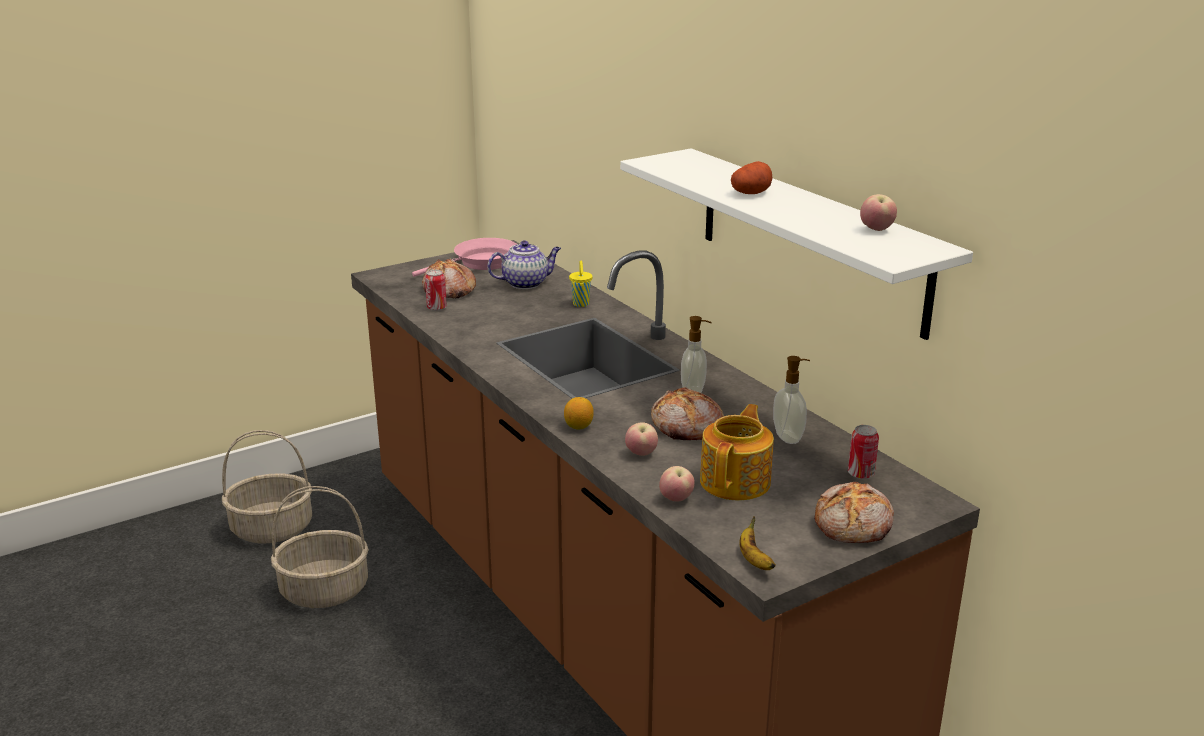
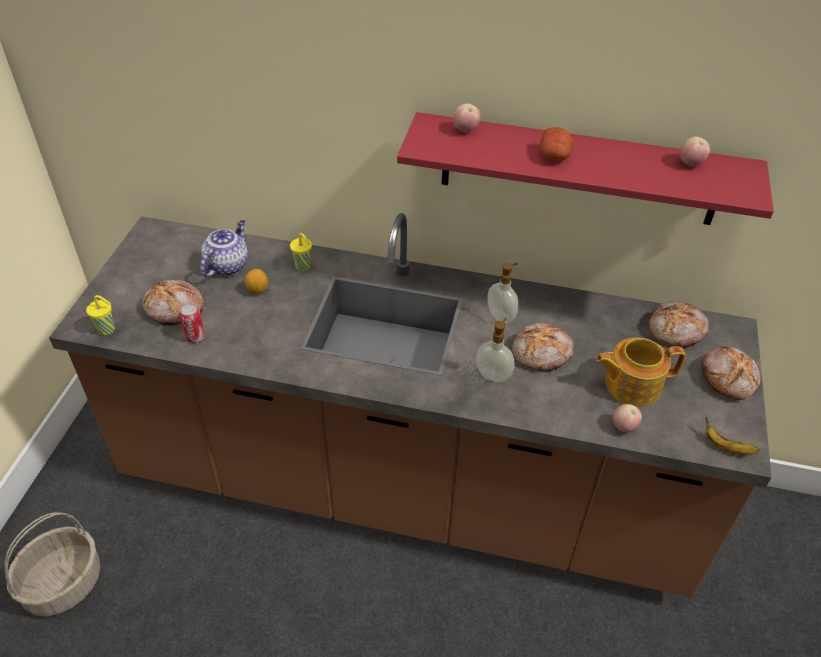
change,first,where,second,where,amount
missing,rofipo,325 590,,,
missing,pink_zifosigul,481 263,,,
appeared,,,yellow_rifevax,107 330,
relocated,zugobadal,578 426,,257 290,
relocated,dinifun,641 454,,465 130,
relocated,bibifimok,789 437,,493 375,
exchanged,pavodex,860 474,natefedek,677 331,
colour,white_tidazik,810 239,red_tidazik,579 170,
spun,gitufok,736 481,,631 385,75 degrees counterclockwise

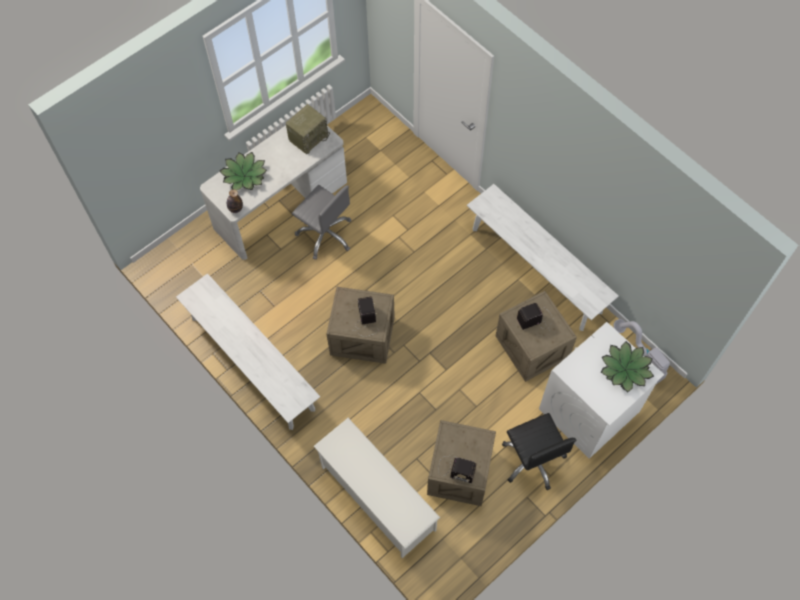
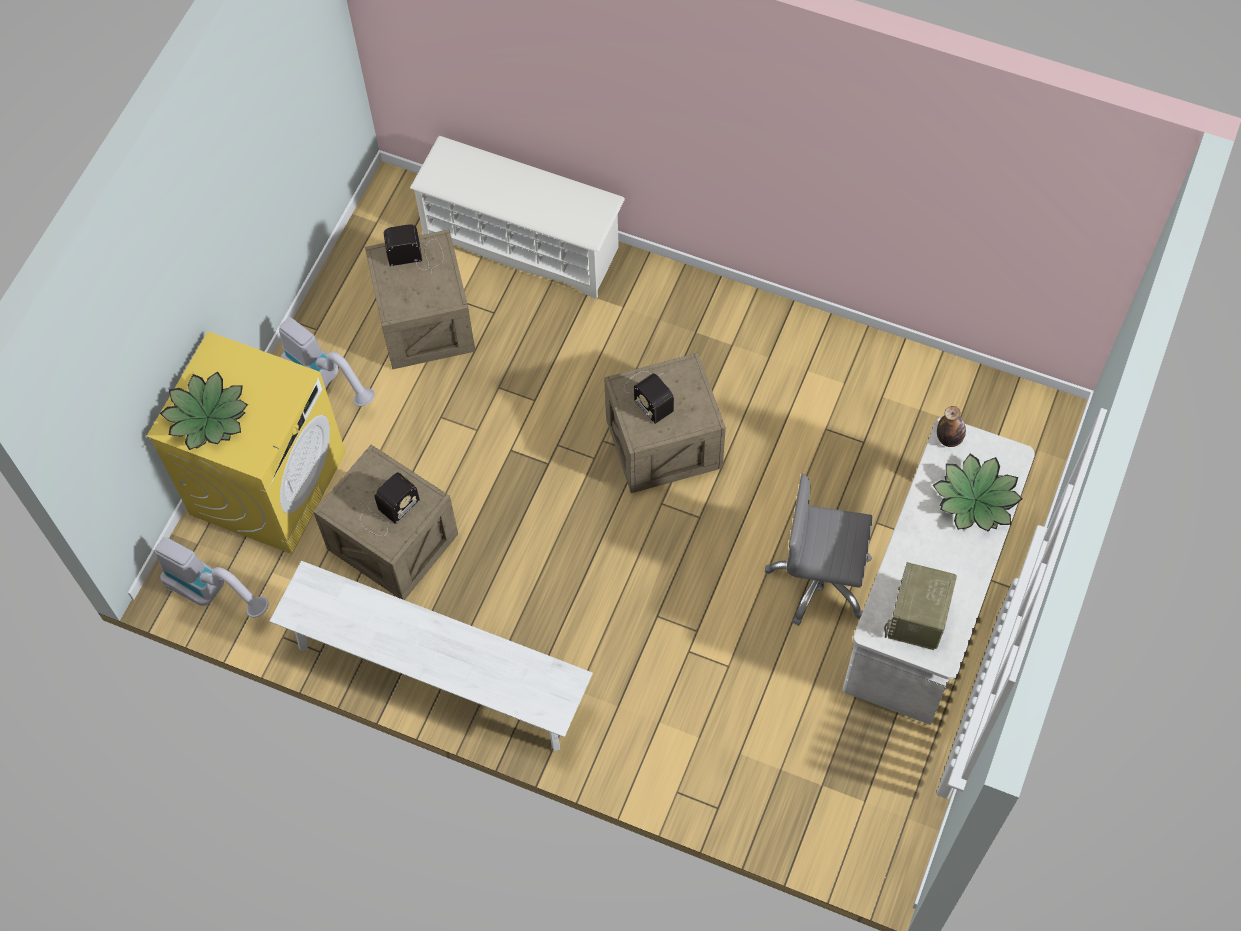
change,first,where,second,where,amount
missing,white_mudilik,252 363,,,
exchanged,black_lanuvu,533 459,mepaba,326 380,
colour,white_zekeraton,588 411,yellow_zekeraton,268 482,

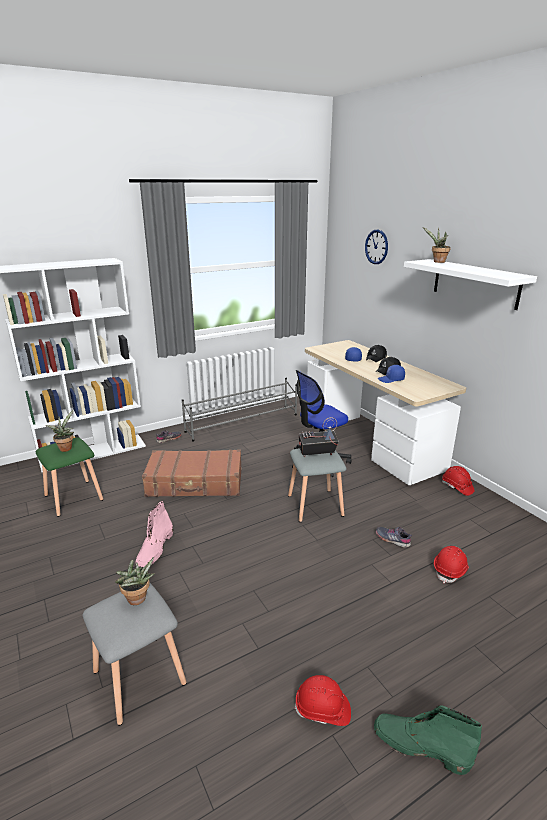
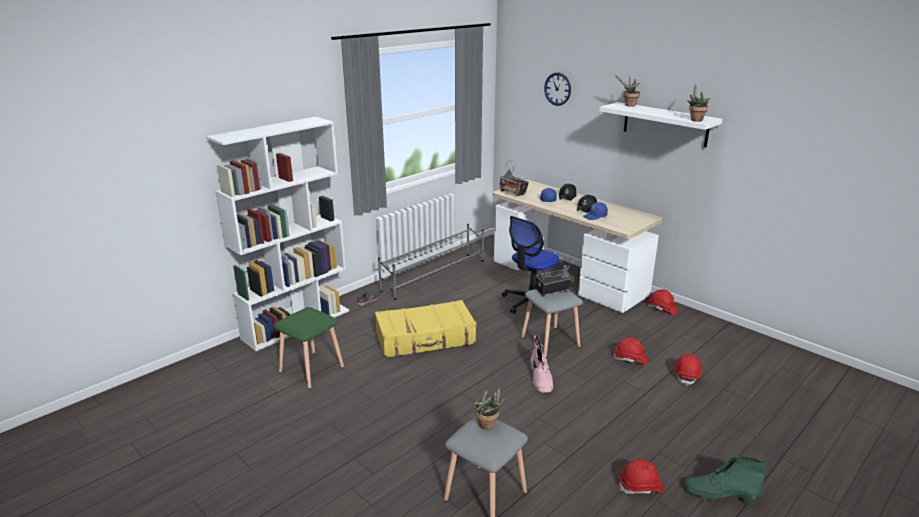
change,first,where,second,where,amount
appeared,,,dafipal,513 193,
relocated,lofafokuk,66 448,,695 120,
relocated,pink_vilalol,155 549,,541 378,
exchanged,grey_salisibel,392 539,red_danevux,630 359,
colour,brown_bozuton,195 483,yellow_bozuton,425 338,

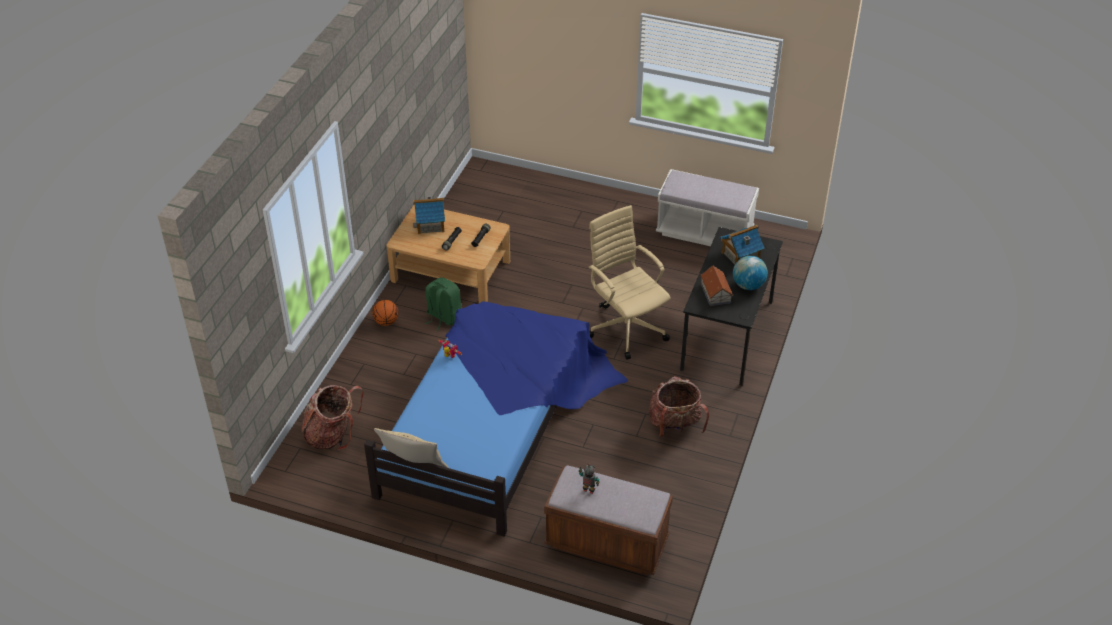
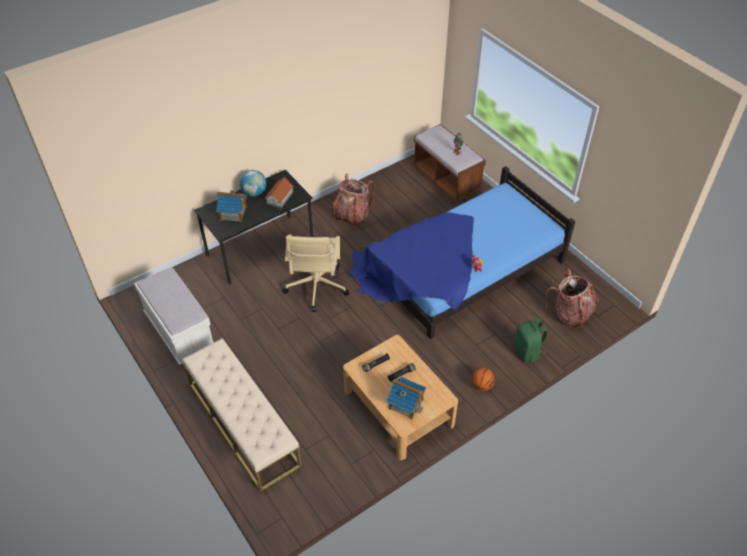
change,first,where,second,where,amount
missing,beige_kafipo,414 468,,,
appeared,,,beige_mudilik,243 424,
relocated,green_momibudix,443 317,,527 352,

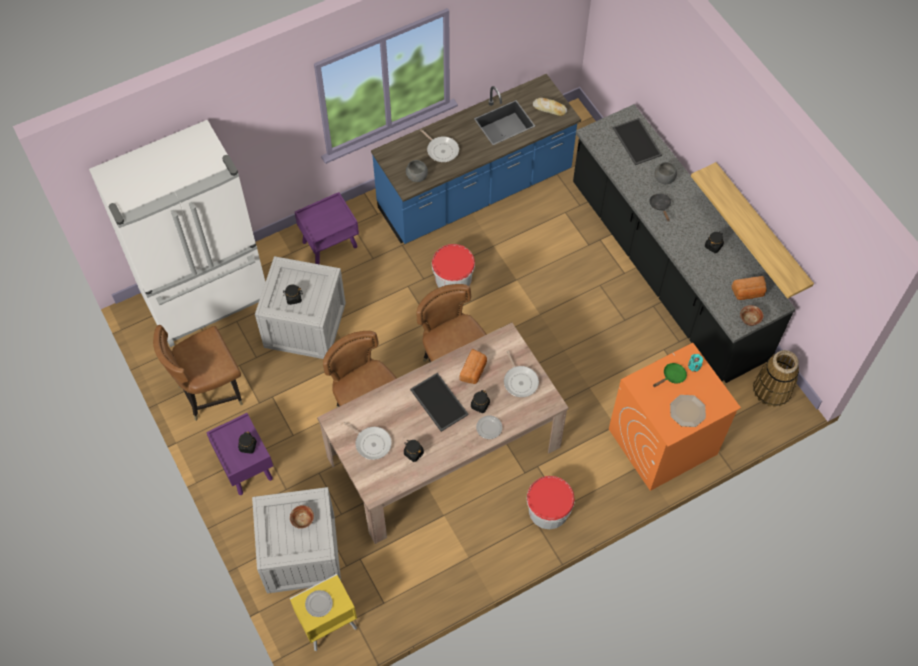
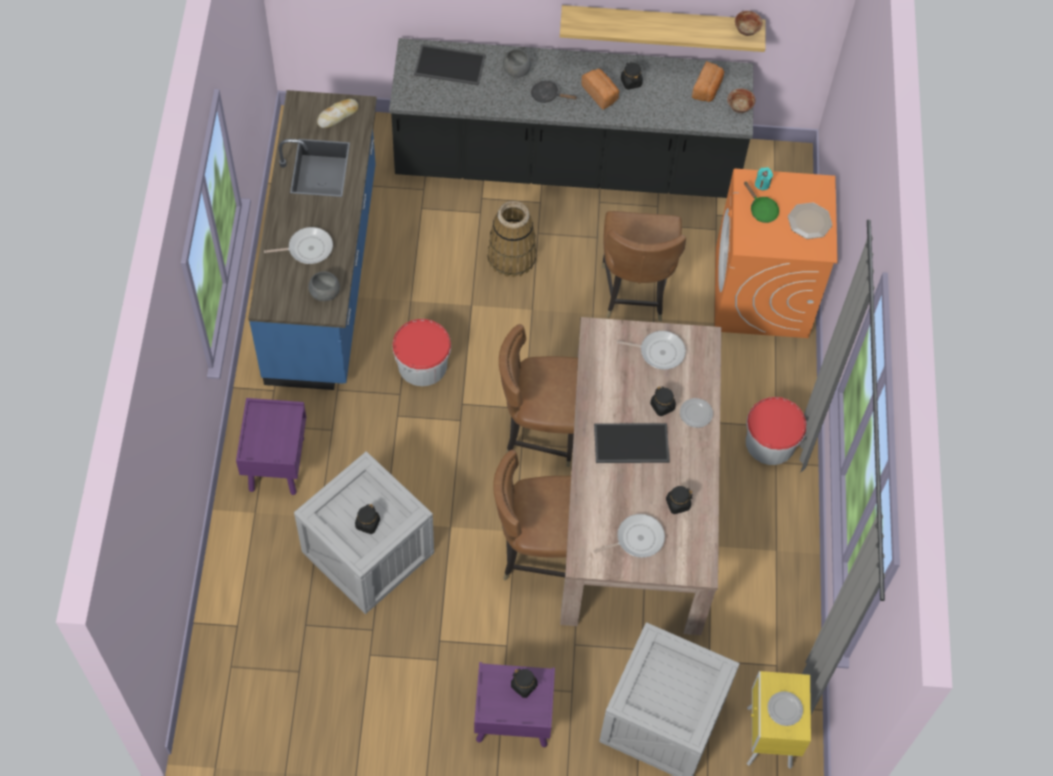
change,first,where,second,where,amount
missing,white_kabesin,207 299,,,
relocated,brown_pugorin,210 392,,634 292,
relocated,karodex,303 521,,746 31,
relocated,natefedek,474 371,,600 94,
relocated,rofipo,772 389,,512 257,
spun,green_zifosigul,672 377,,761 210,150 degrees clockwise

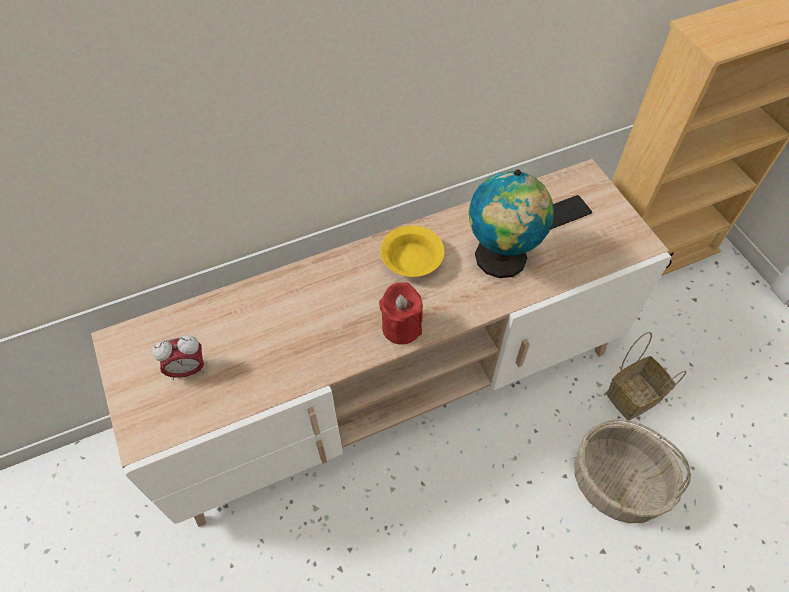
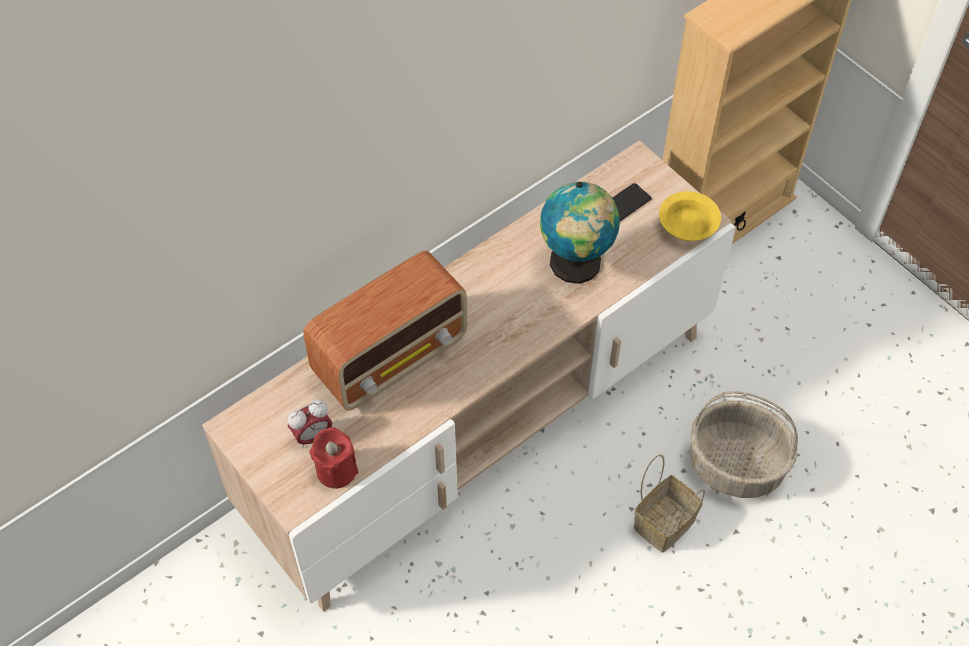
change,first,where,second,where,amount
appeared,,,dafipal,392 357,
relocated,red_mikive,401 327,,336 470,
relocated,yellow_karodex,412 262,,688 227,
relocated,rofipo,634 395,,664 521,

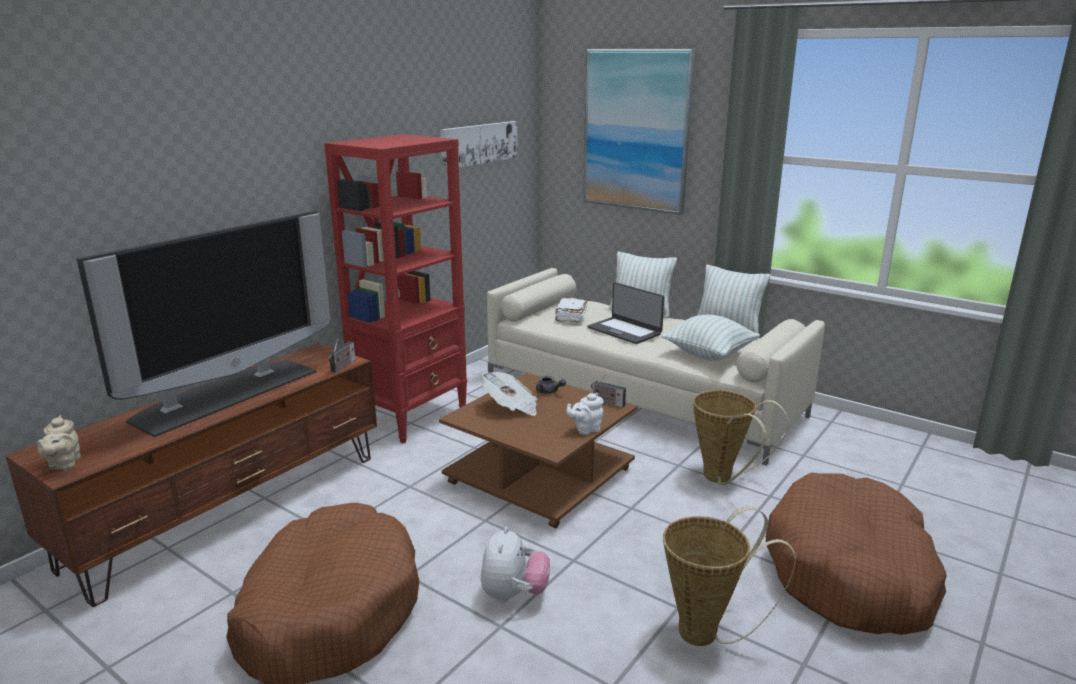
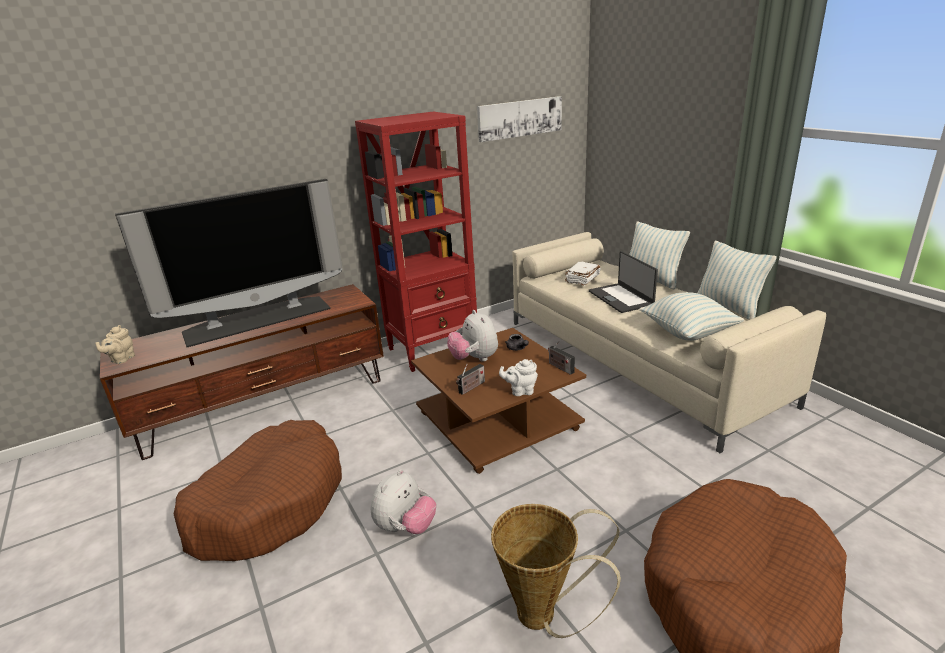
change,first,where,second,where,amount
missing,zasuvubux,636 130,,,
missing,rofipo,723 479,,,
relocated,dafipal,342 366,,471 388,
exchanged,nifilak,511 407,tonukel,474 359,

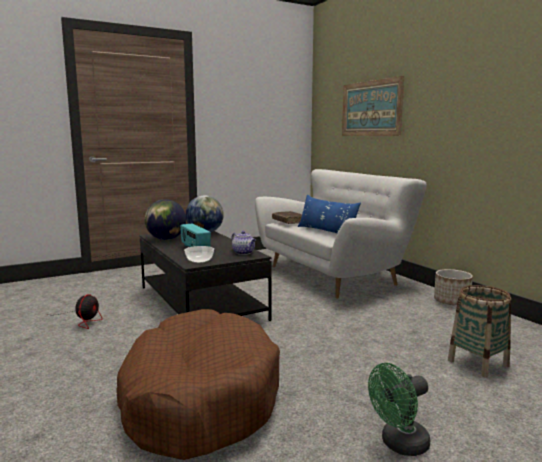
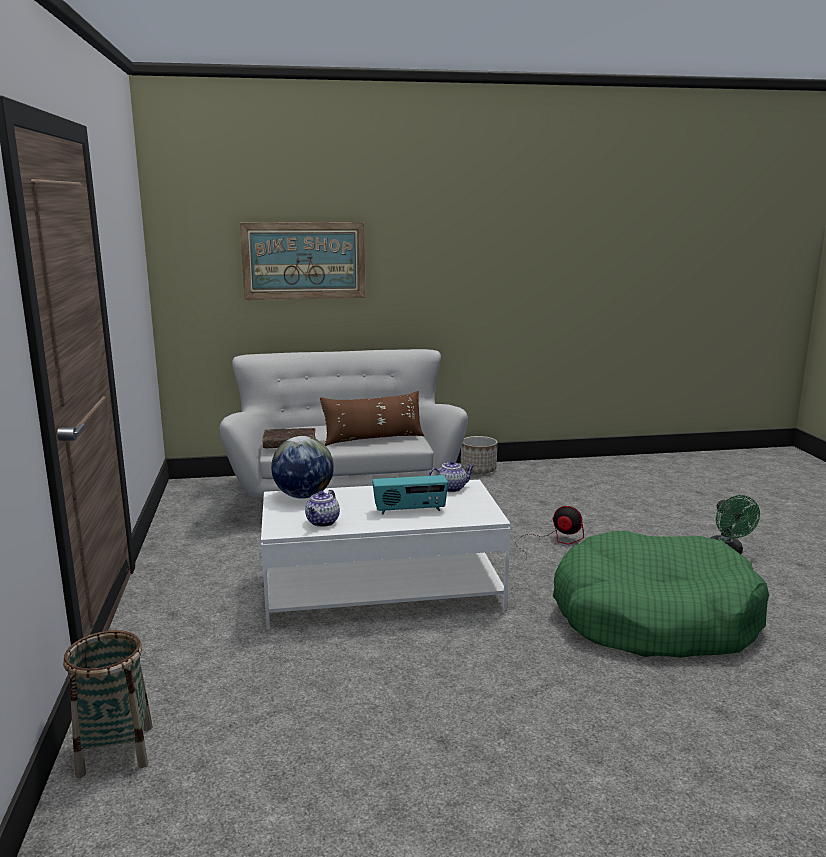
change,first,where,second,where,amount
missing,karodex,199 260,,,
relocated,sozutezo,85 320,,552 541,
relocated,rofipo,478 363,,116 750,
exchanged,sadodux,166 239,gitufok,322 522,
colour,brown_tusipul,199 398,green_tusipul,653 617,
colour,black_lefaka,201 303,white_lefaka,382 589,
colour,blue_kafipo,326 231,brown_kafipo,373 439,

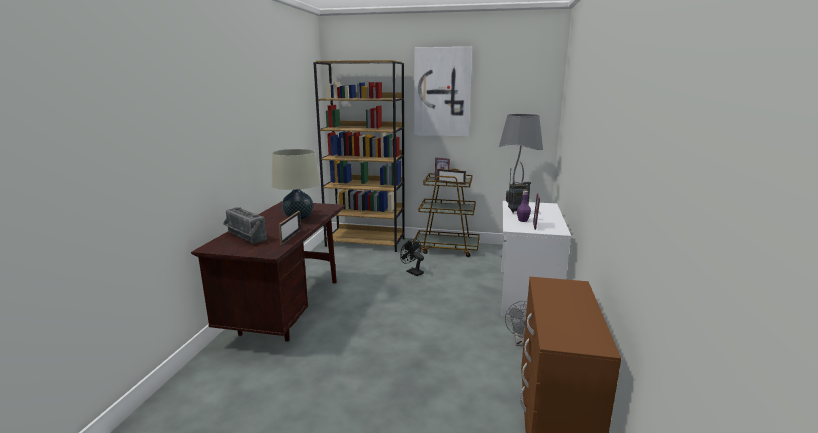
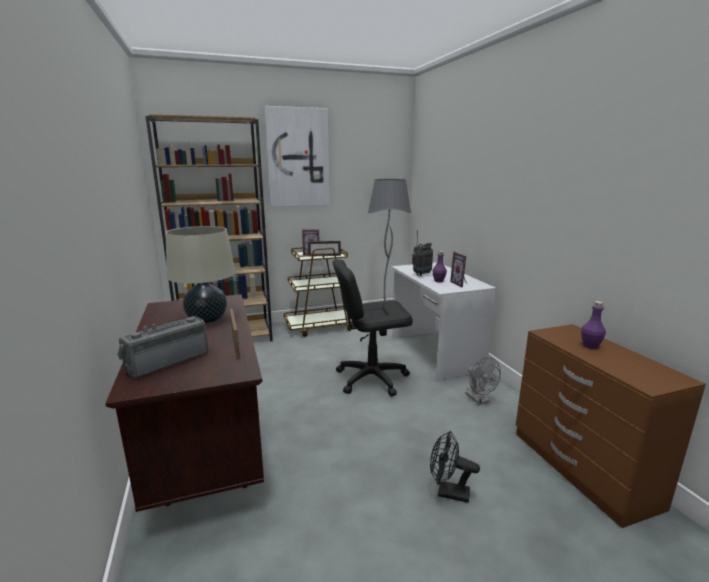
change,first,where,second,where,amount
appeared,,,black_lanuvu,371 378,
appeared,,,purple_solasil,590 346,
relocated,black_sozutezo,412 272,,448 492,
spun,dafipal,244 237,,167 361,120 degrees clockwise

